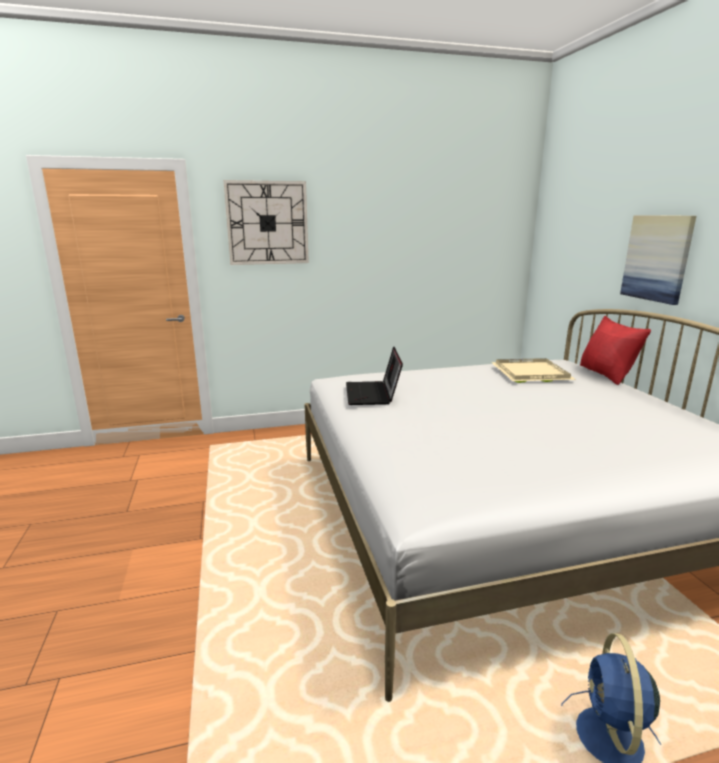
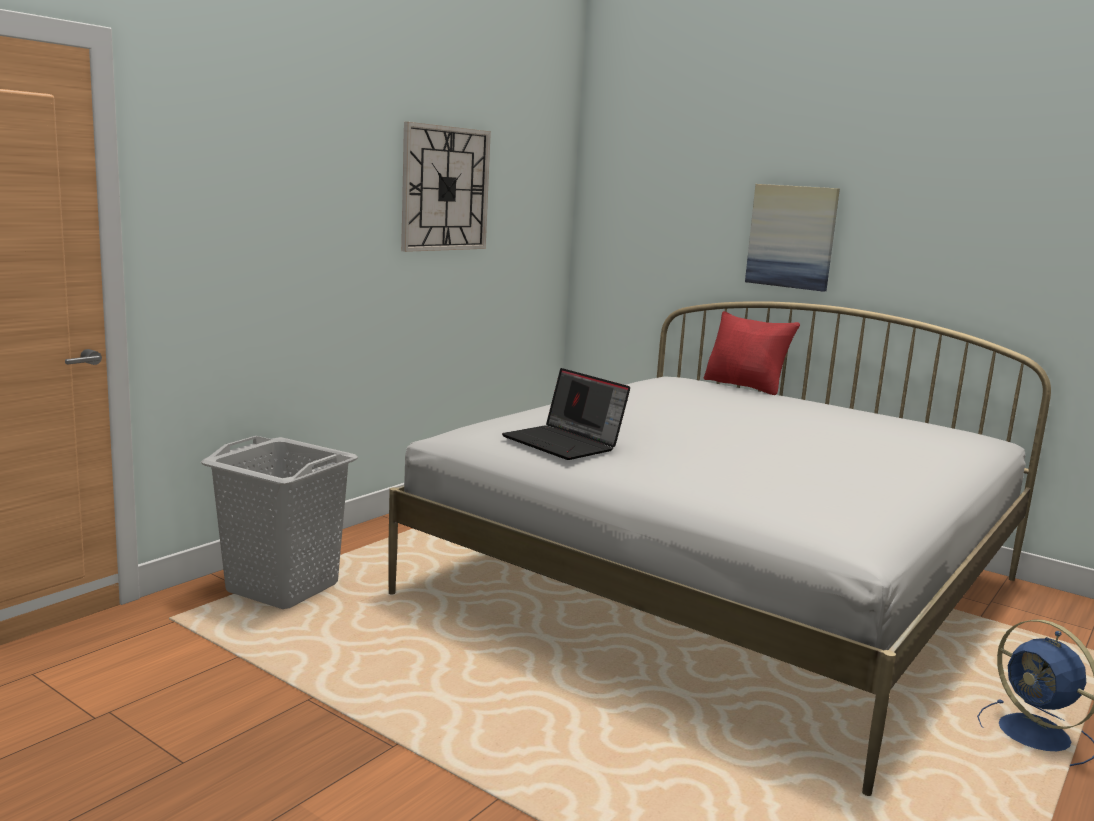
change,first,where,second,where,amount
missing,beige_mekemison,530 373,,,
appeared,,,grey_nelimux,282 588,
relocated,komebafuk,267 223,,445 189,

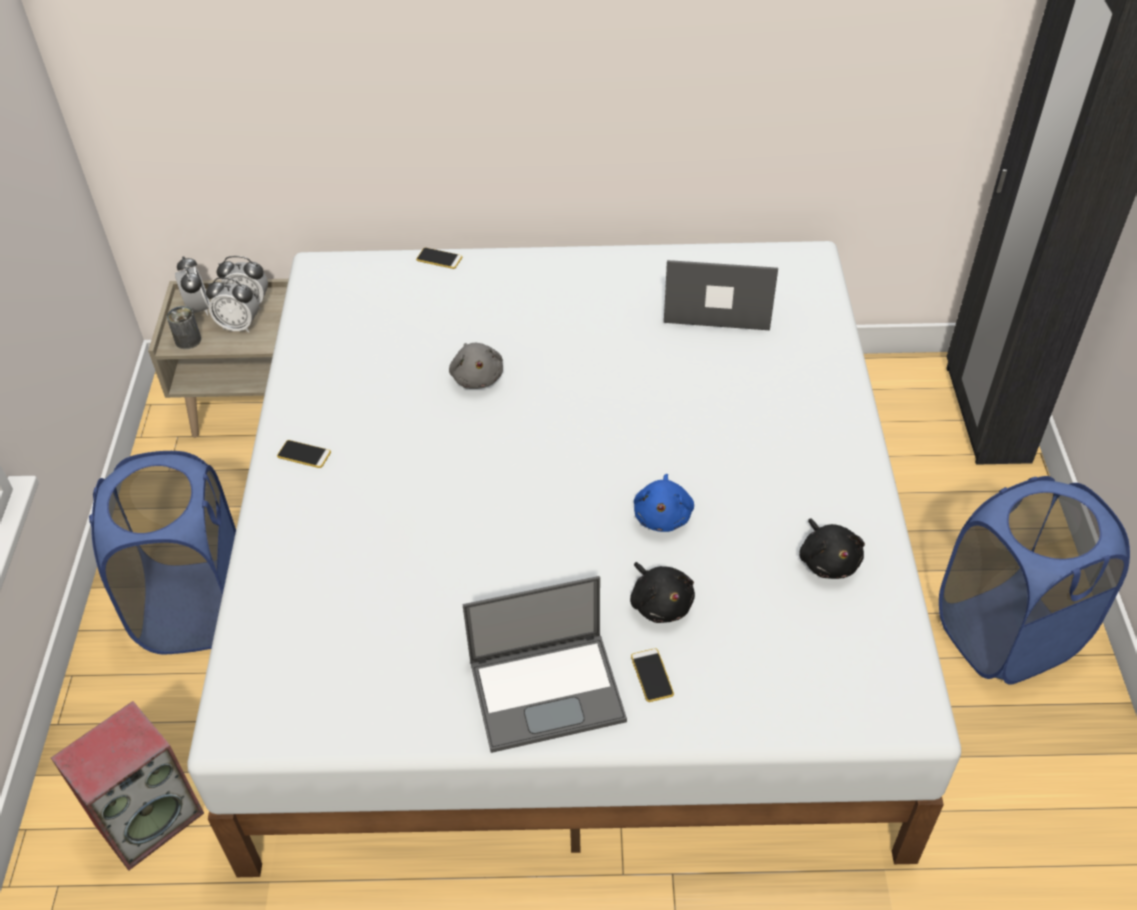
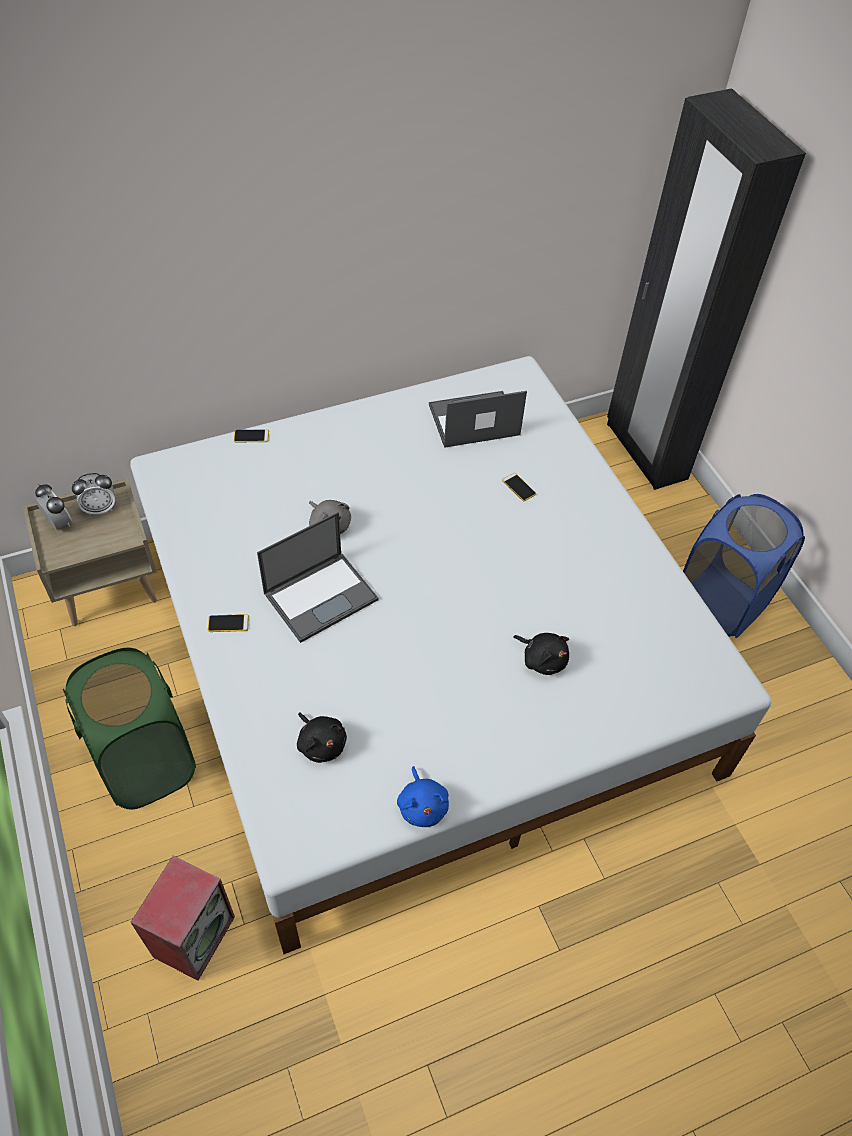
change,first,where,second,where,amount
missing,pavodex,188 340,,,
missing,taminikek,239 326,,,
relocated,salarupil,548 690,,321 595,
relocated,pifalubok,652 675,,519 487,
relocated,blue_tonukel,663 515,,422 805,
relocated,black_tonukel,828 560,,321 743,
colour,blue_nelimux,194 607,green_nelimux,145 763,

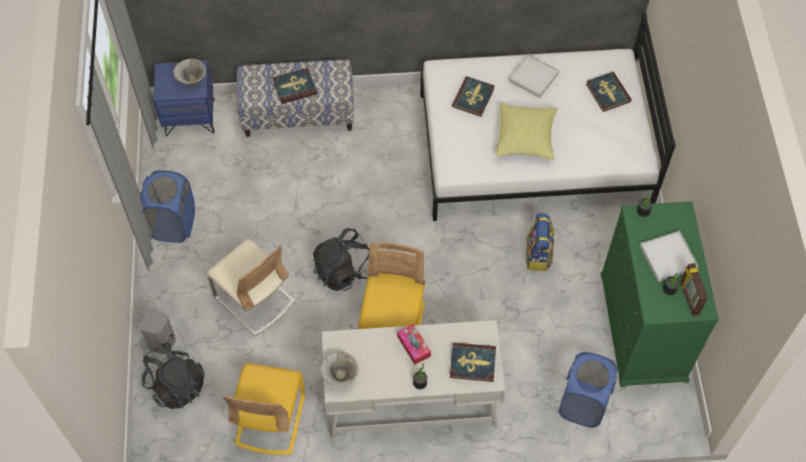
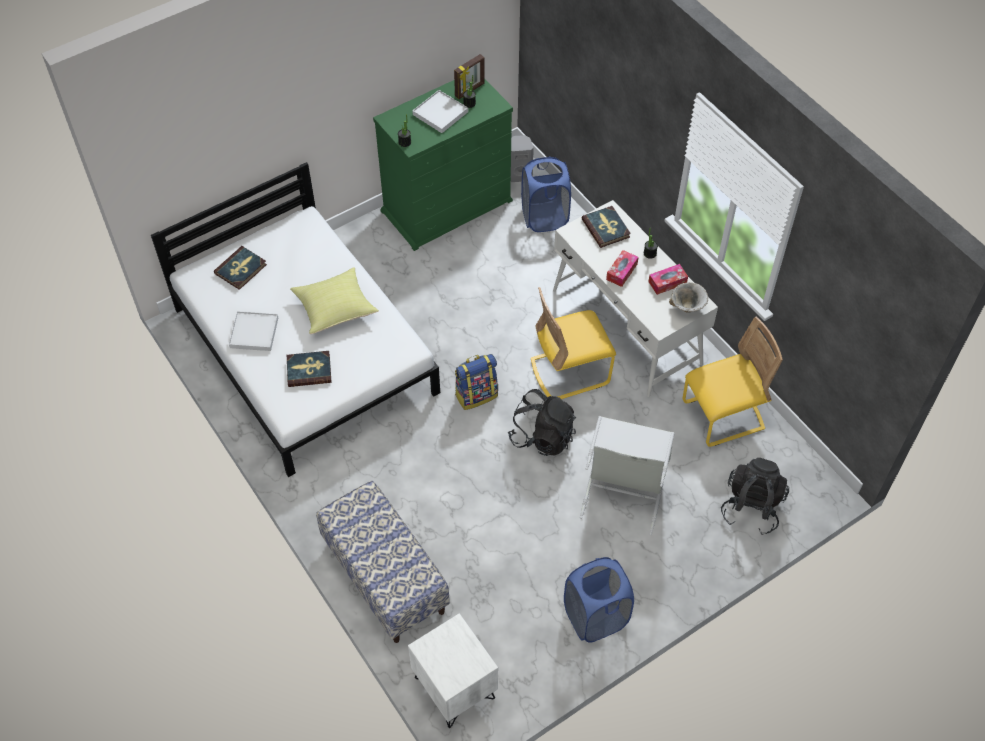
change,first,where,second,where,amount
missing,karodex,192 80,,,
missing,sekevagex,294 87,,,
appeared,,,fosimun,667 282,
relocated,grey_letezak,163 342,,519 175,
relocated,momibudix,538 255,,476 395,
exchanged,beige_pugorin,254 299,grey_nelimux,623 493,
colour,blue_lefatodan,190 117,white_lefatodan,454 688,

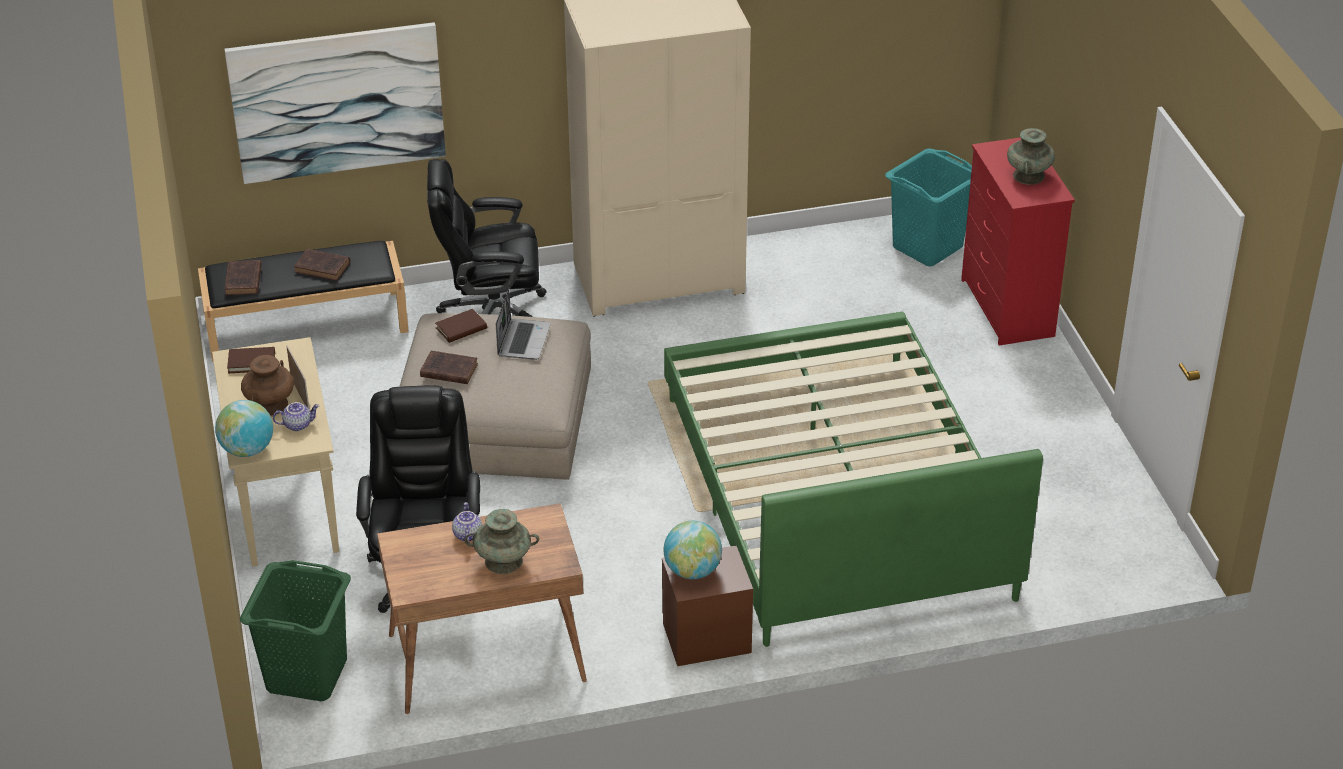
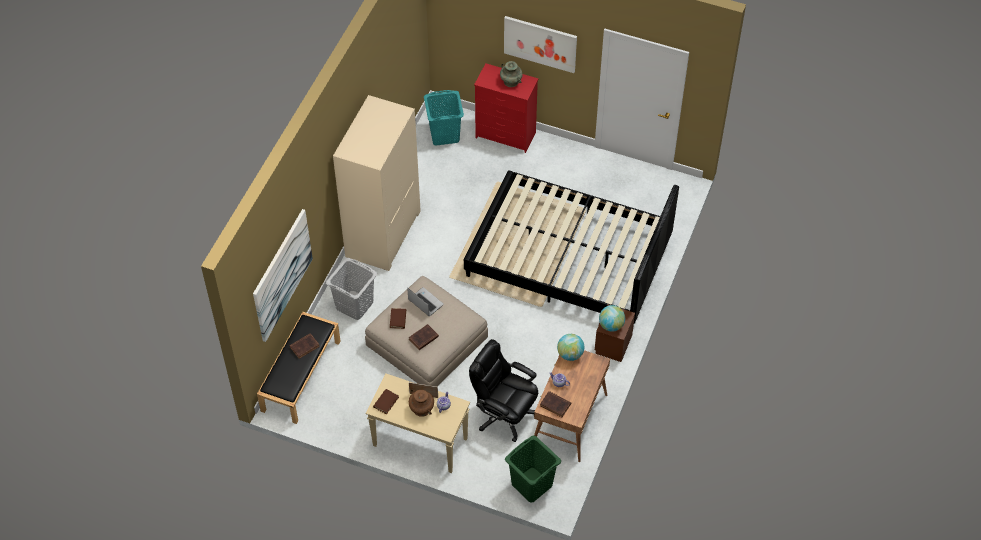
change,first,where,second,where,amount
missing,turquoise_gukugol,503 561,,,
appeared,,,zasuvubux,540 43,
relocated,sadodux,247 450,,570 354,
relocated,brown_sekevagex,243 281,,556 405,
exchanged,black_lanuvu,491 313,grey_nelimux,354 305,
colour,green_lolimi,834 496,black_lolimi,568 258,

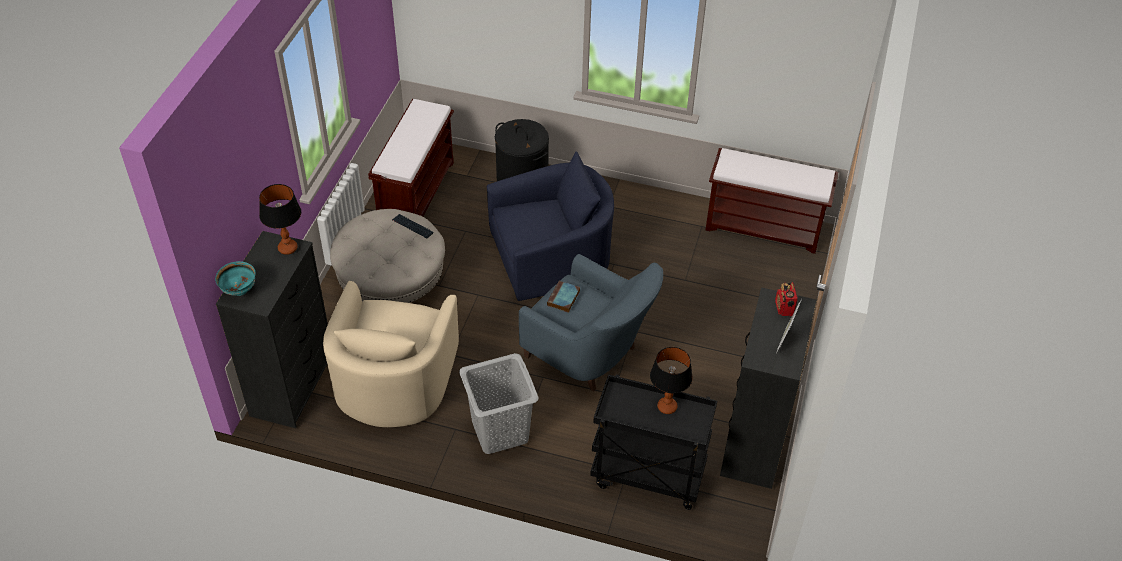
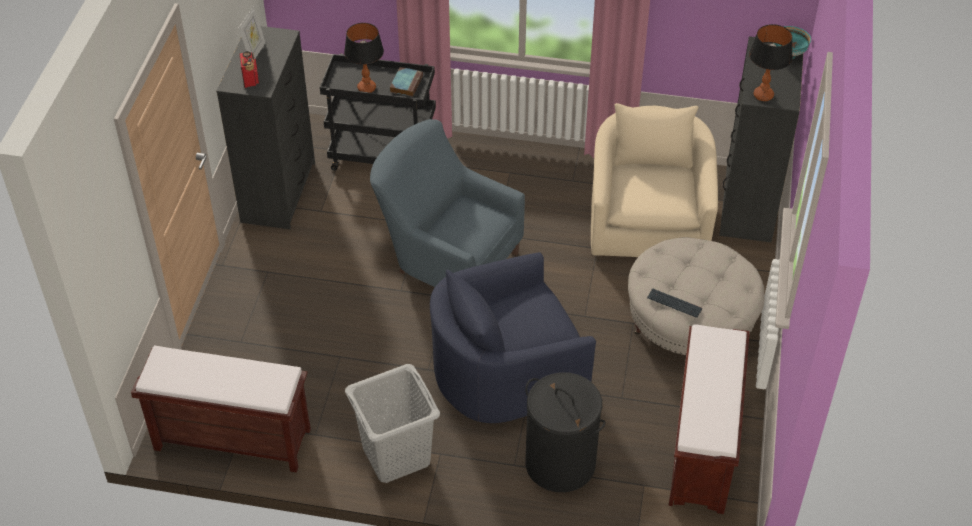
change,first,where,second,where,amount
relocated,grey_nelimux,500 431,,395 455,
relocated,sekevagex,563 299,,406 83,

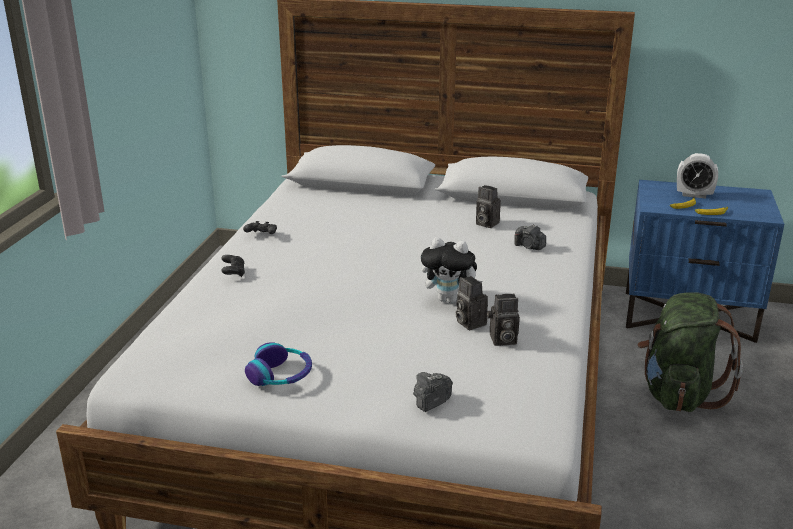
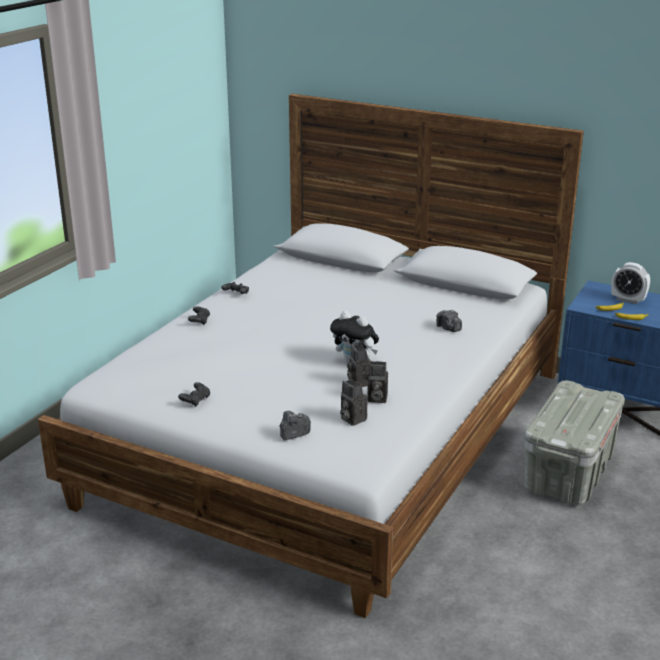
change,first,where,second,where,amount
relocated,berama,485 223,,351 419,
exchanged,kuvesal,280 375,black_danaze,195 400,
exchanged,green_momibudix,678 394,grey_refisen,569 474,

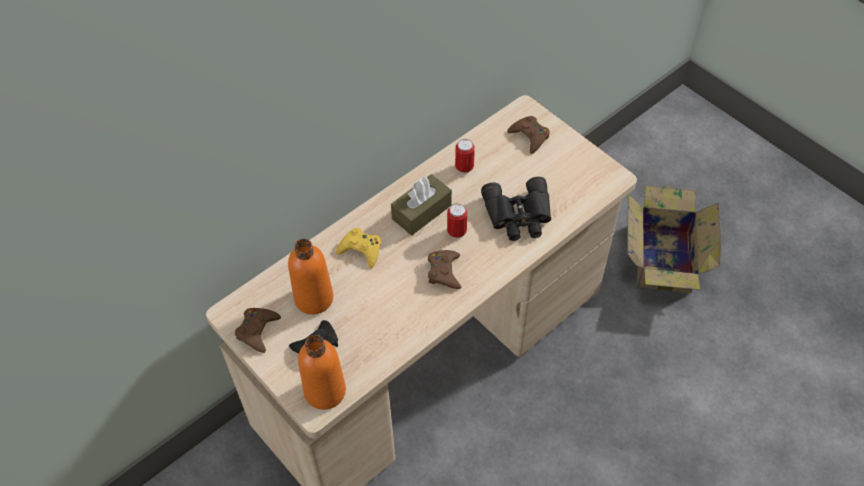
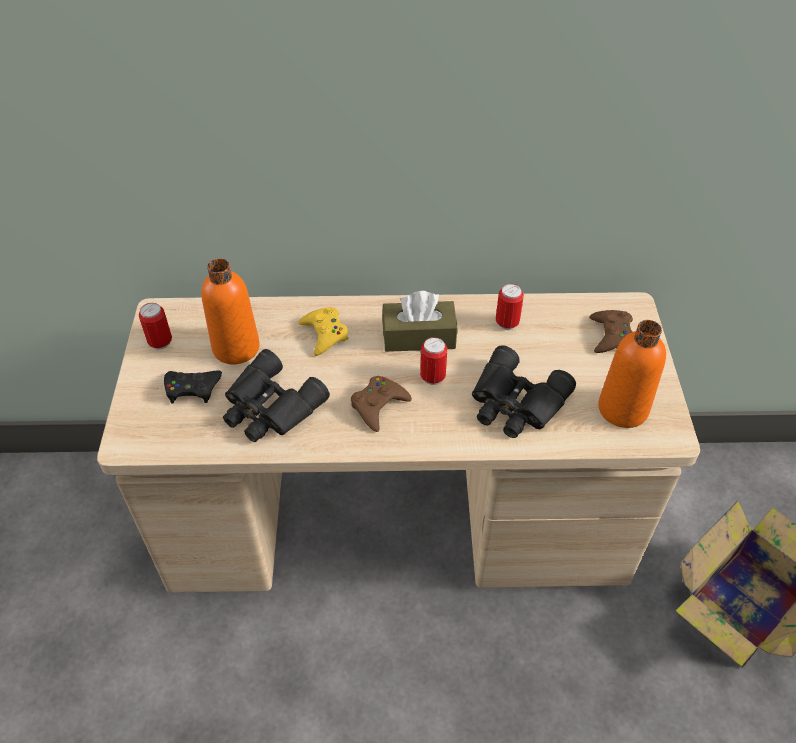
change,first,where,second,where,amount
appeared,,,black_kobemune,269 408,
relocated,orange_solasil,325 391,,623 409,
exchanged,brown_danaze,257 331,pavodex,160 342,

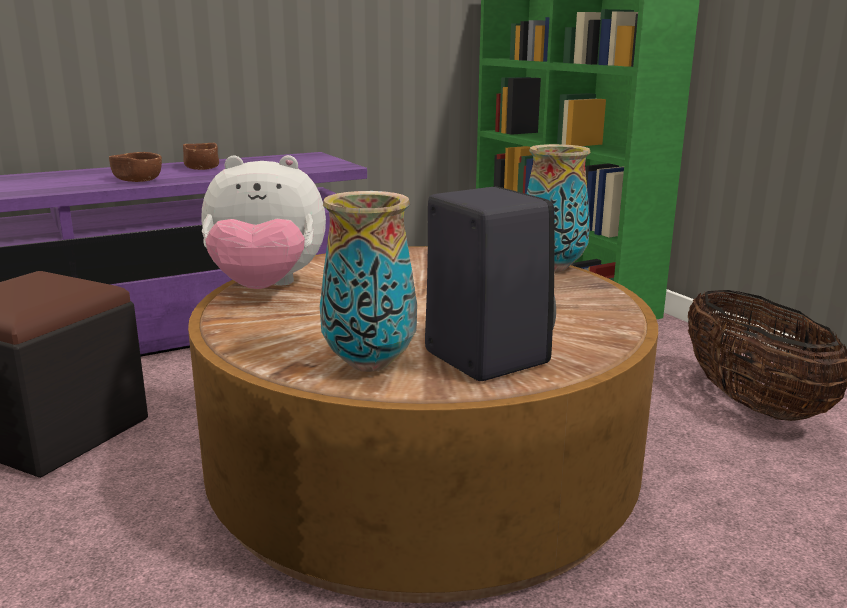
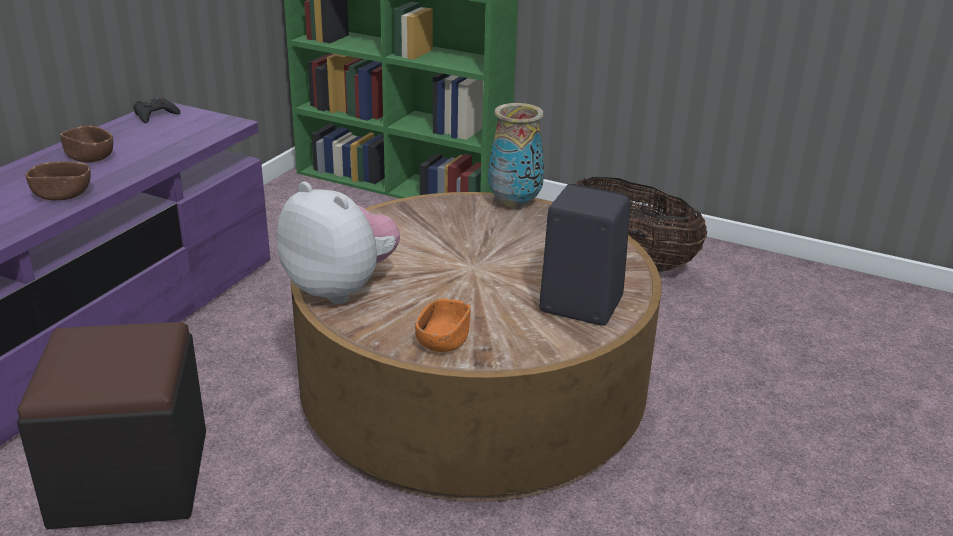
change,first,where,second,where,amount
missing,gukugol,368 364,,,
appeared,,,black_danaze,155 115,
appeared,,,orange_karodex,443 341,
spun,tonukel,265 288,,341 288,105 degrees counterclockwise

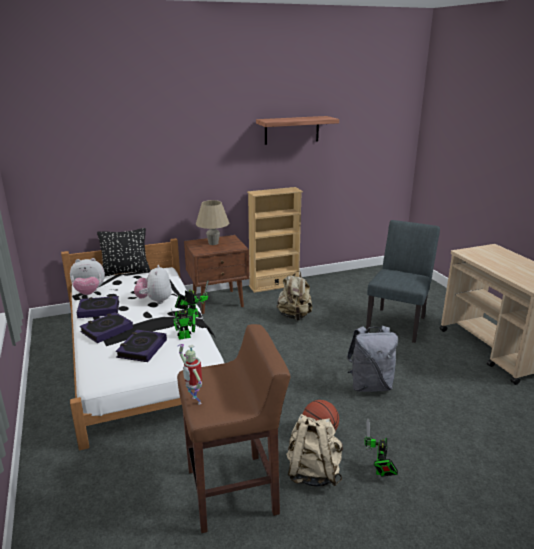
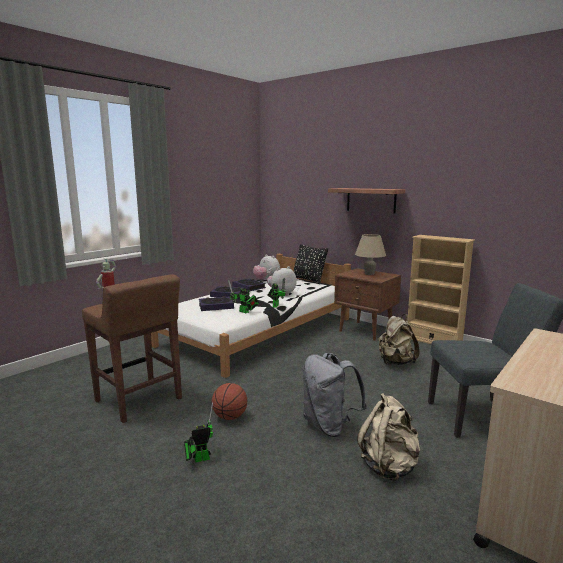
change,first,where,second,where,amount
relocated,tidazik,292 130,,371 200,
relocated,beige_momibudix,313 472,,389 466,

